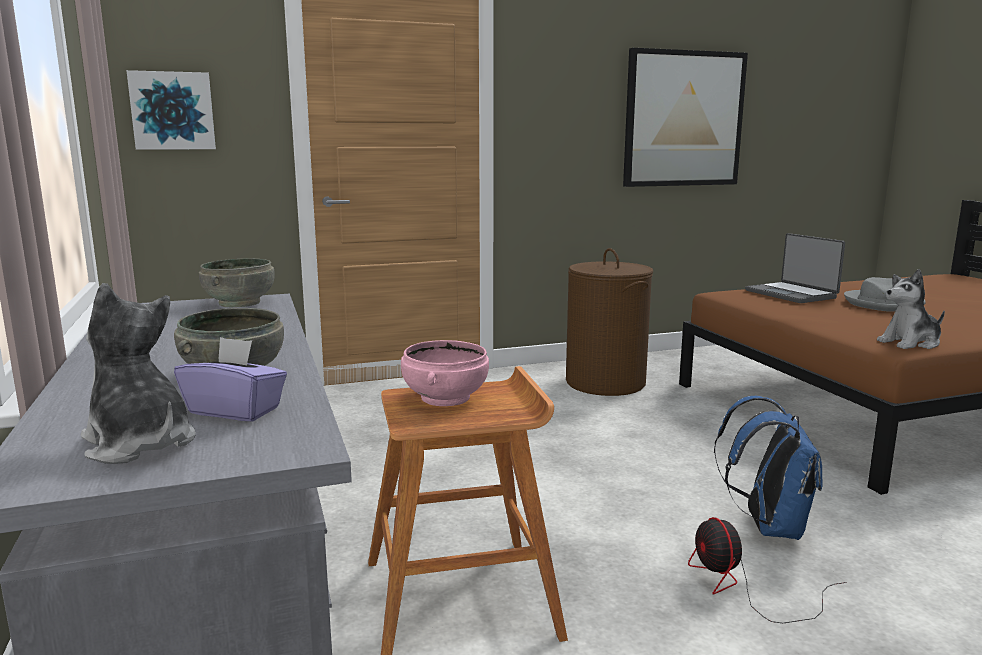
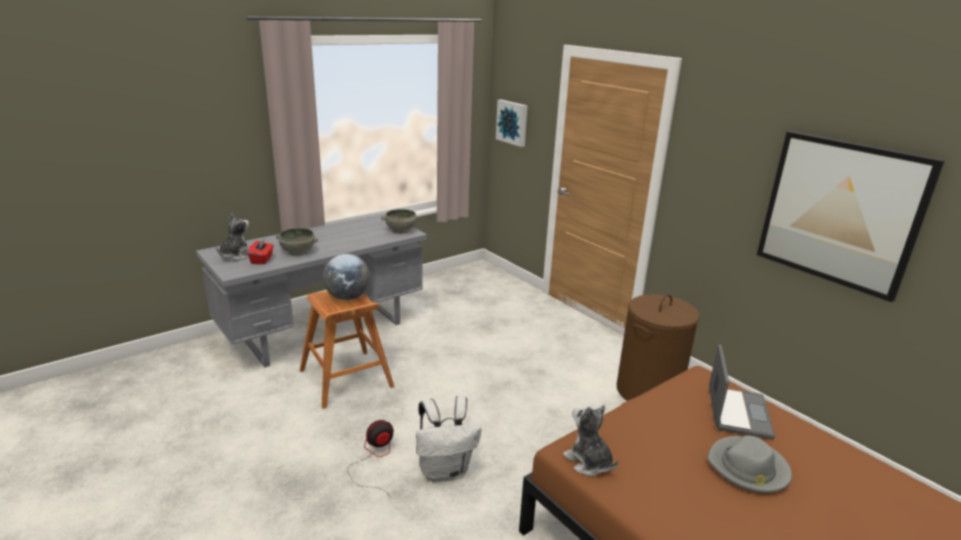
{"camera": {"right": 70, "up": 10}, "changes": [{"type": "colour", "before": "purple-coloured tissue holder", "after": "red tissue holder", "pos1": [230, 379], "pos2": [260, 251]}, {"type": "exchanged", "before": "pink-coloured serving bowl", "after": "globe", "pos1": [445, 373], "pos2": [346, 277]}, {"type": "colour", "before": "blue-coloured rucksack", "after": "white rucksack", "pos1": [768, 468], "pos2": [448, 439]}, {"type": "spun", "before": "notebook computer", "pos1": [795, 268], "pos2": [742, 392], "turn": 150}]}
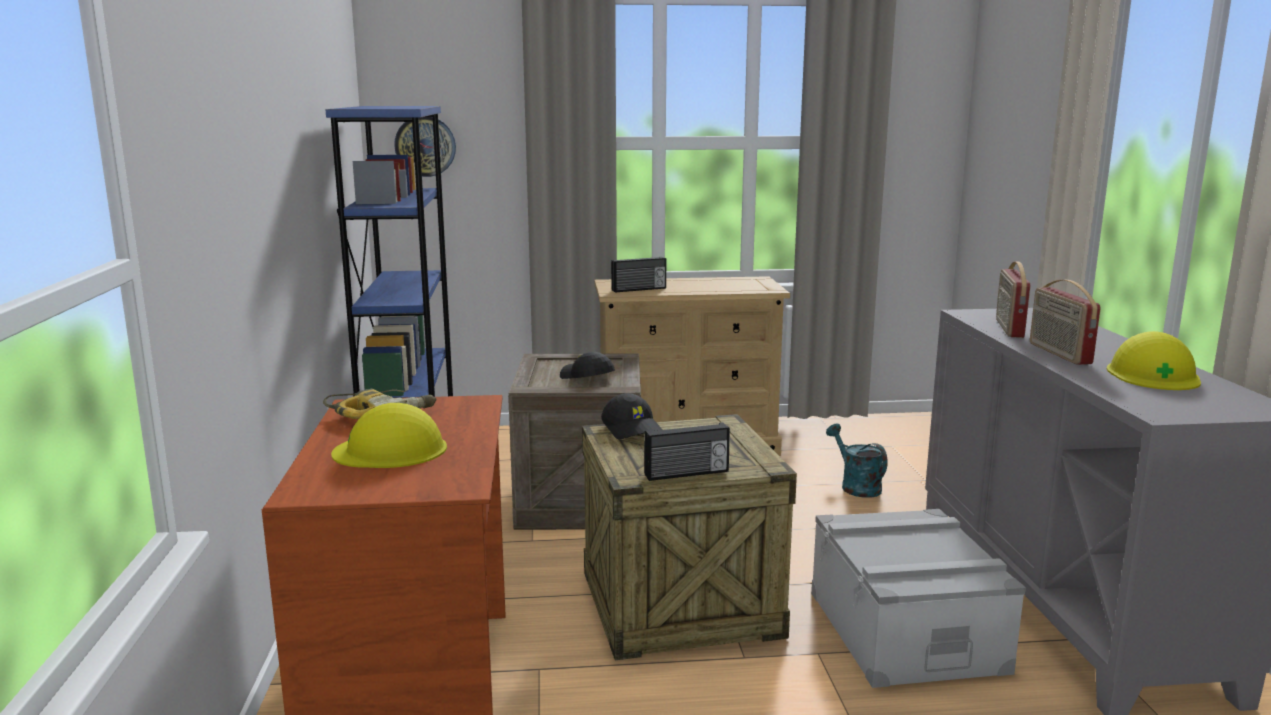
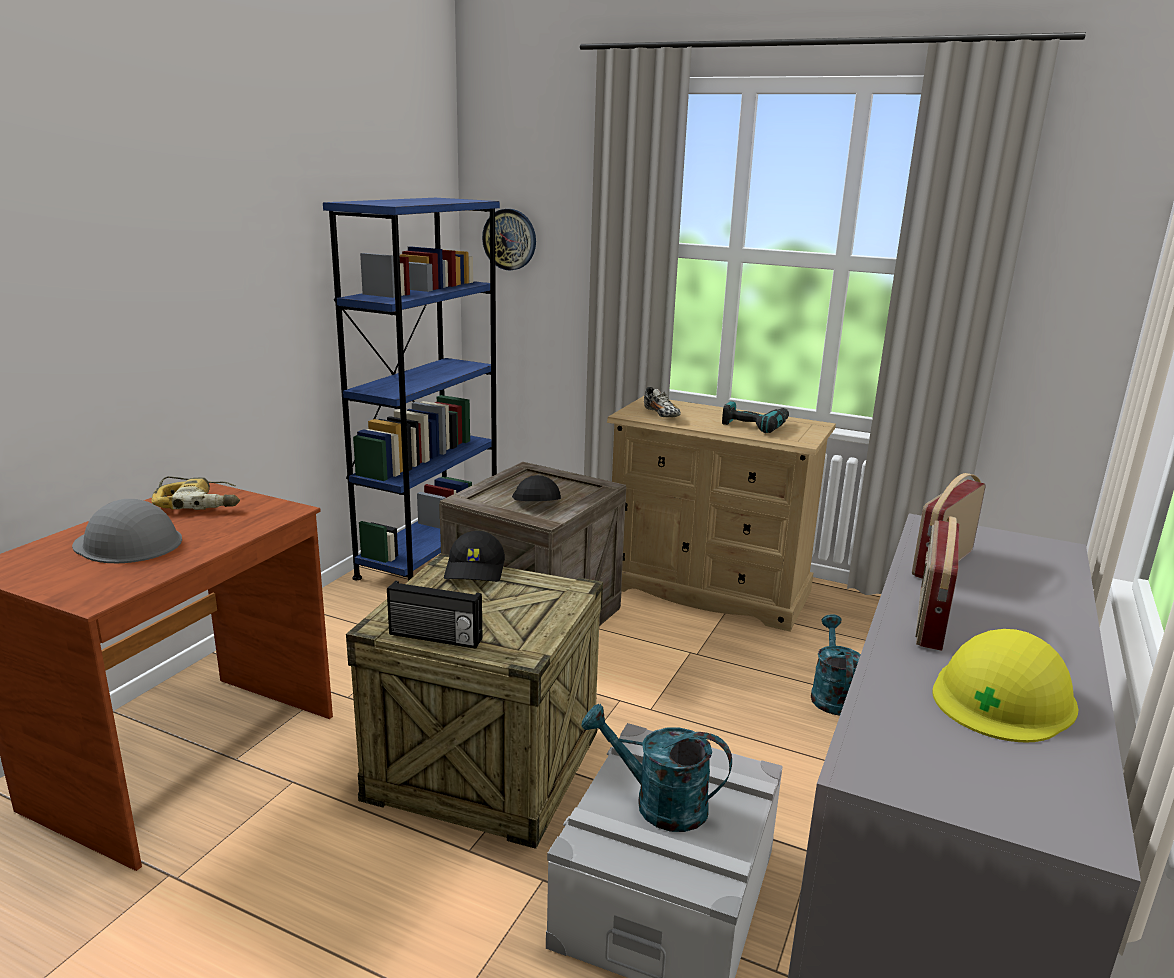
{"camera": {"right": 30, "up": 5}, "changes": [{"type": "colour", "before": "yellowish safety helmet", "after": "grey safety helmet", "pos1": [389, 435], "pos2": [127, 531]}, {"type": "exchanged", "before": "radio receiver", "after": "item of footwear", "pos1": [638, 275], "pos2": [662, 402]}, {"type": "appeared", "after": "turquoise watering can", "pos2": [656, 768]}, {"type": "appeared", "after": "drill", "pos2": [755, 417]}]}
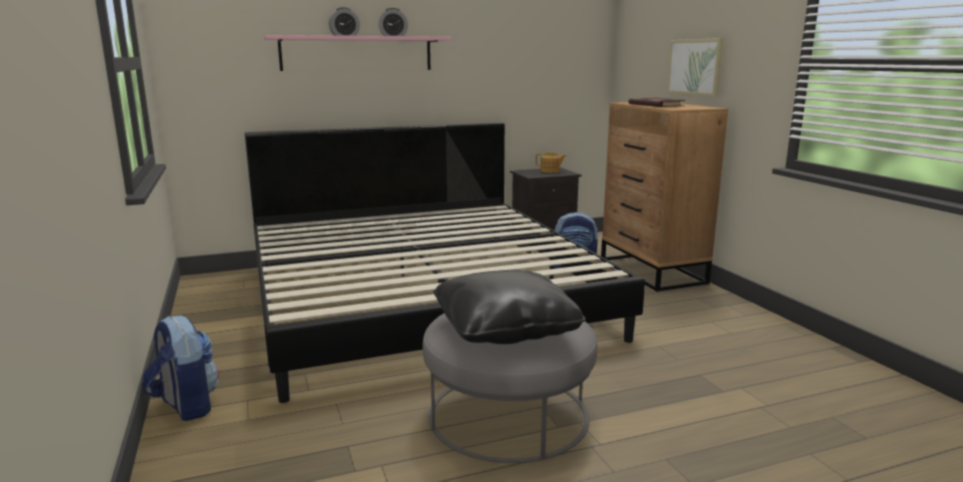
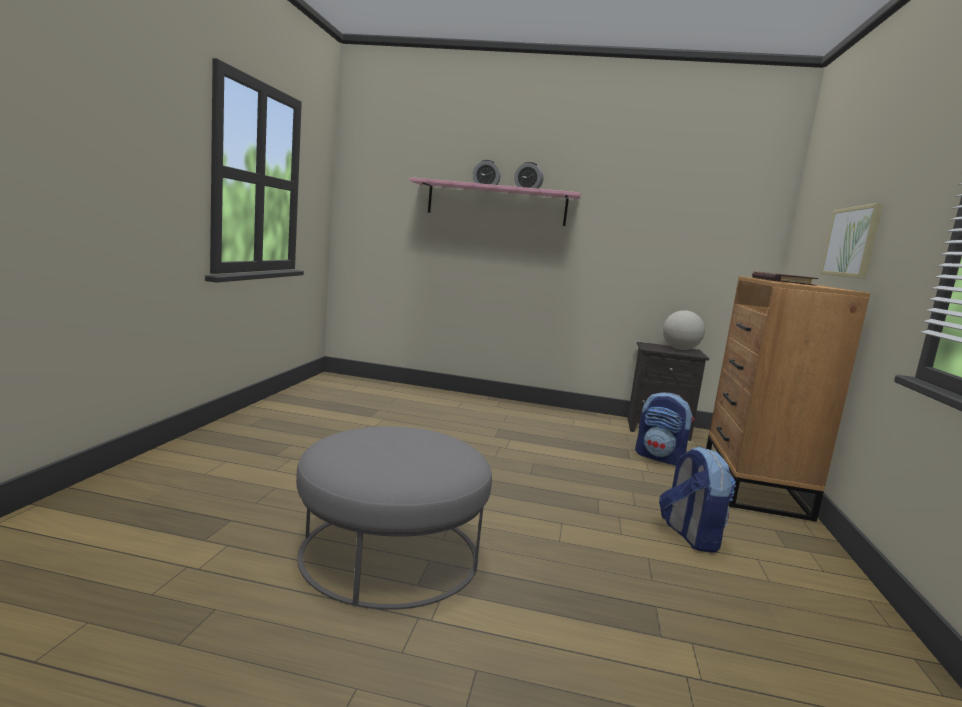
{"camera": {"right": 30, "up": -5}, "changes": [{"type": "relocated", "before": "rucksack", "pos1": [180, 368], "pos2": [697, 499]}, {"type": "missing", "before": "bedroom bed", "pos1": [445, 263]}, {"type": "missing", "before": "black-coloured throw pillow", "pos1": [509, 307]}, {"type": "exchanged", "before": "tea pot", "after": "globe", "pos1": [551, 163], "pos2": [684, 330]}]}
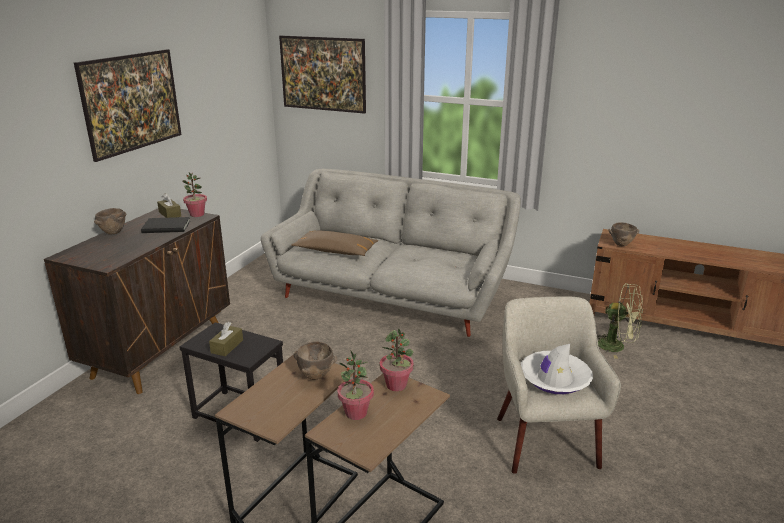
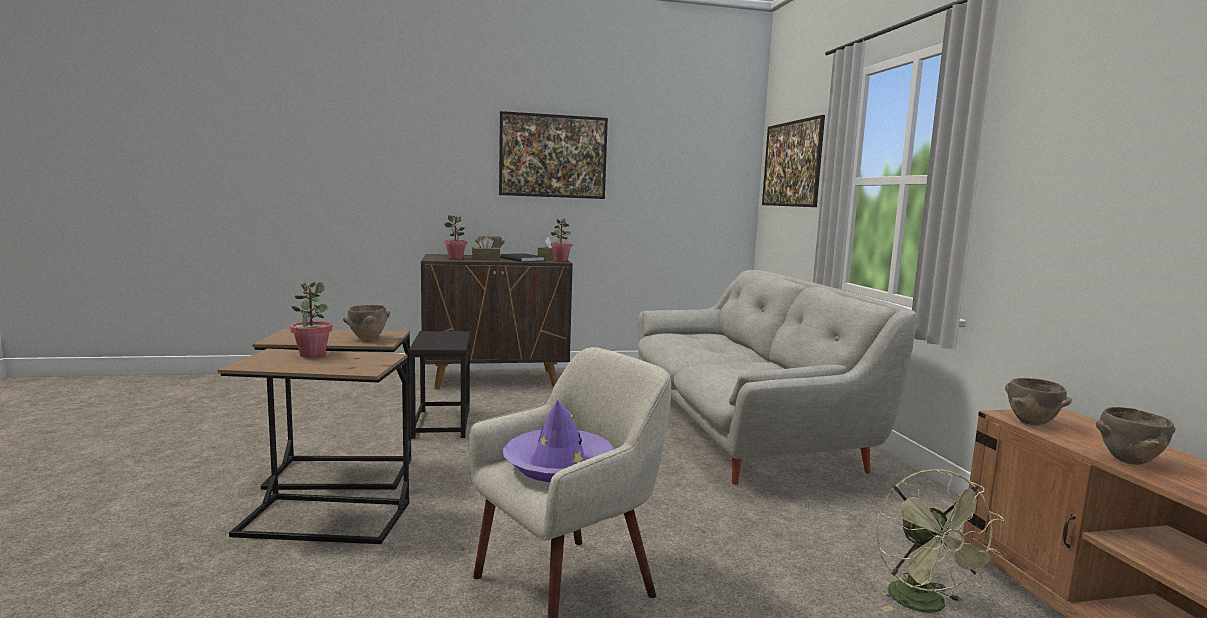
{"camera": {"right": 55, "up": -15}, "changes": [{"type": "relocated", "before": "brownish tissue holder", "pos1": [226, 339], "pos2": [486, 248]}, {"type": "missing", "before": "brownish throw pillow", "pos1": [335, 243]}, {"type": "relocated", "before": "potted plant", "pos1": [397, 359], "pos2": [455, 237]}, {"type": "colour", "before": "white hat", "after": "purple-coloured hat", "pos1": [556, 369], "pos2": [558, 441]}, {"type": "appeared", "after": "brownish serving bowl", "pos2": [1136, 436]}]}
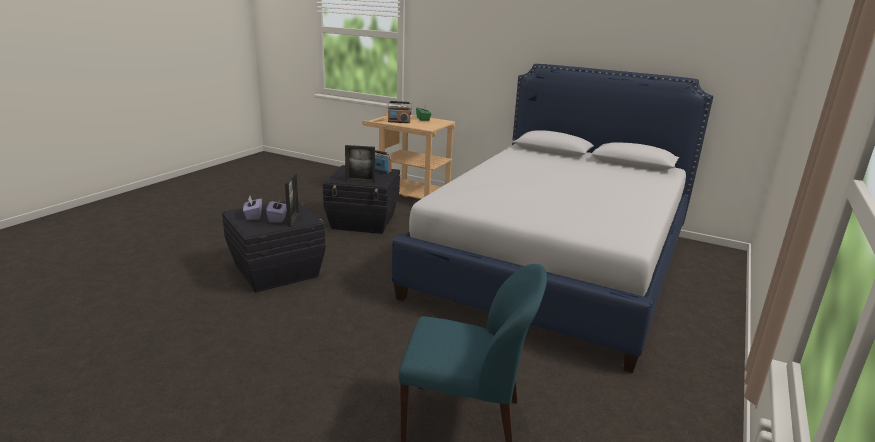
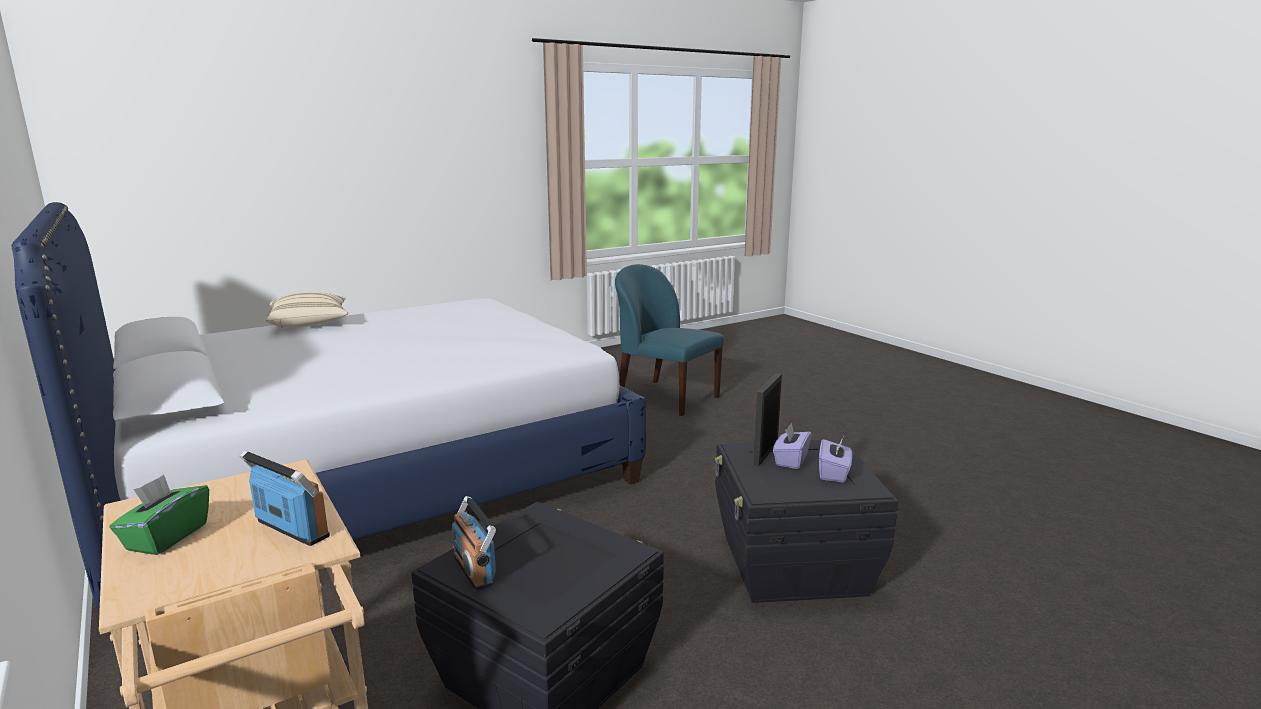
{"camera": {"right": -150, "up": -5}, "changes": [{"type": "missing", "before": "picture frame", "pos1": [360, 164]}, {"type": "appeared", "after": "beige throw pillow", "pos2": [307, 309]}]}
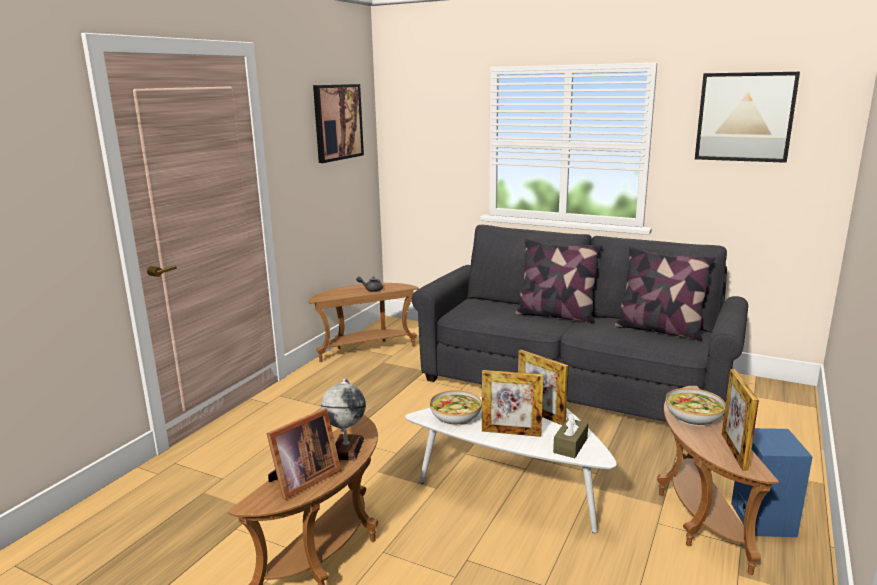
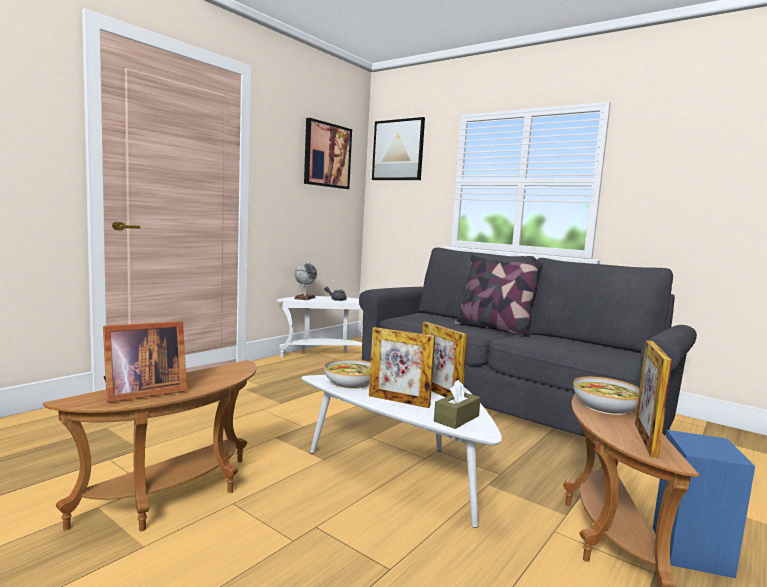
{"camera": {"right": 10, "up": -10}, "changes": [{"type": "colour", "before": "brownish accent table", "after": "white accent table", "pos1": [364, 322], "pos2": [320, 327]}, {"type": "relocated", "before": "globe", "pos1": [343, 419], "pos2": [305, 280]}, {"type": "missing", "before": "throw pillow", "pos1": [664, 293]}, {"type": "relocated", "before": "wall art", "pos1": [747, 117], "pos2": [398, 148]}]}
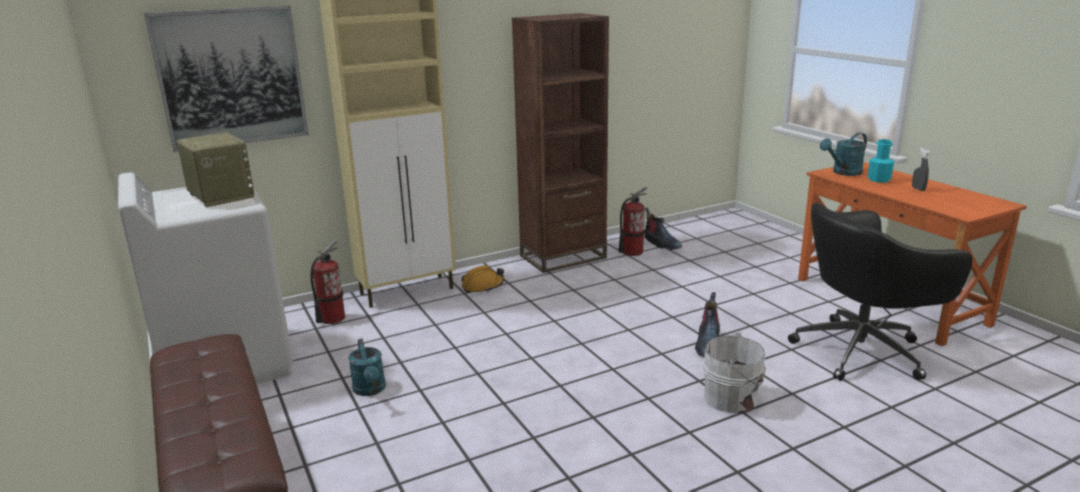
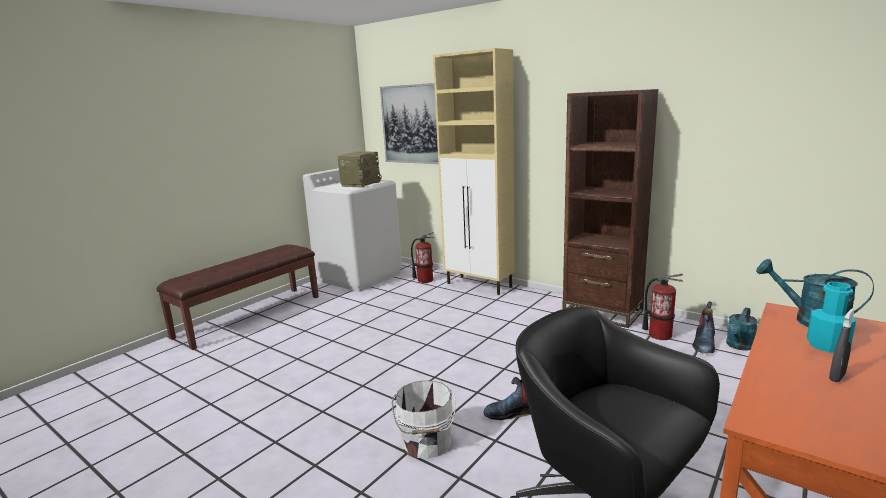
{"camera": {"right": 65, "up": -5}, "changes": [{"type": "relocated", "before": "turquoise watering can", "pos1": [367, 367], "pos2": [742, 329]}, {"type": "missing", "before": "orangey safety helmet", "pos1": [483, 279]}]}
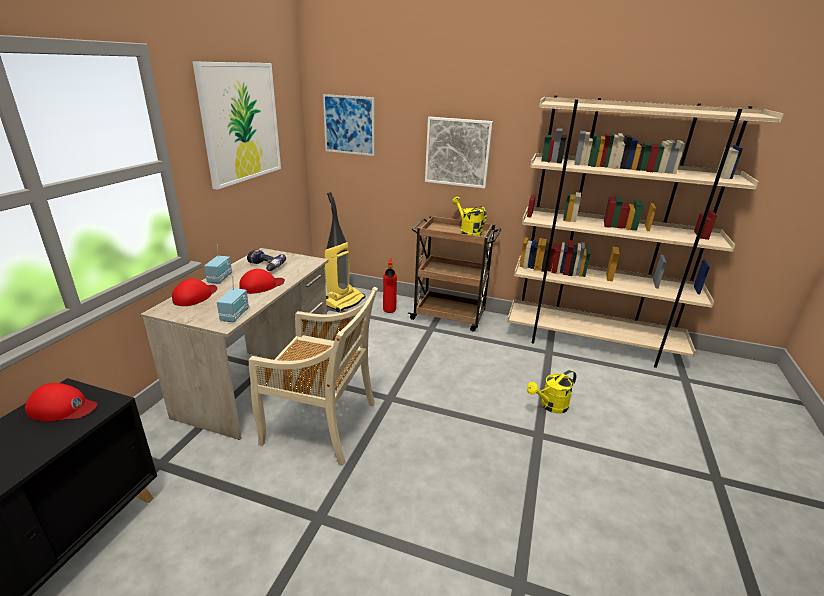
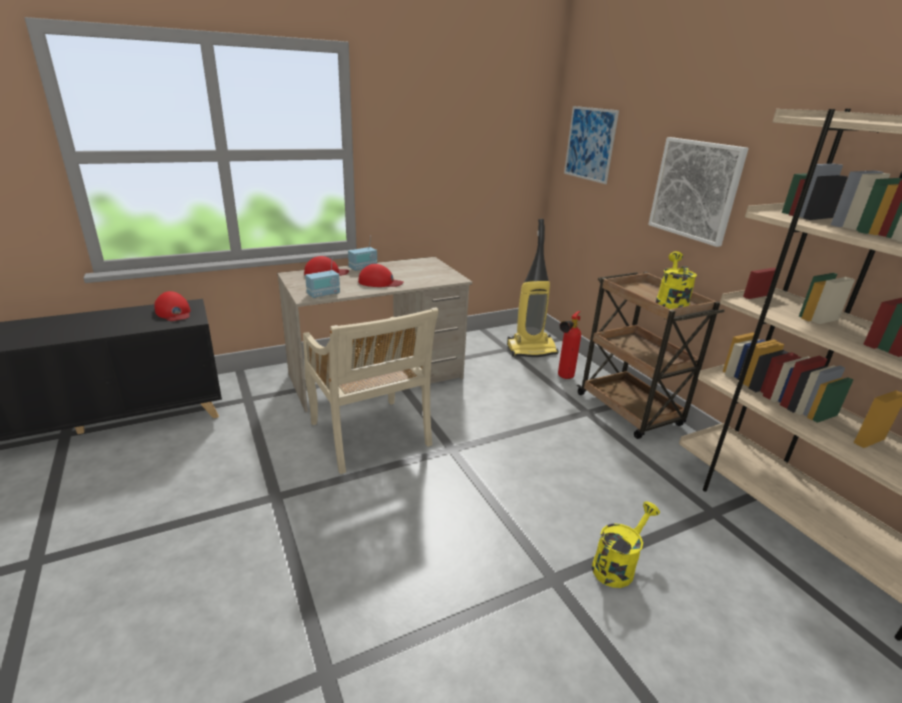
{"camera": {"right": 45, "up": 0}, "changes": [{"type": "missing", "before": "wall art", "pos1": [237, 125]}, {"type": "missing", "before": "drill", "pos1": [266, 260]}, {"type": "spun", "before": "yellowish watering can", "pos1": [551, 392], "pos2": [626, 544], "turn": 120}]}
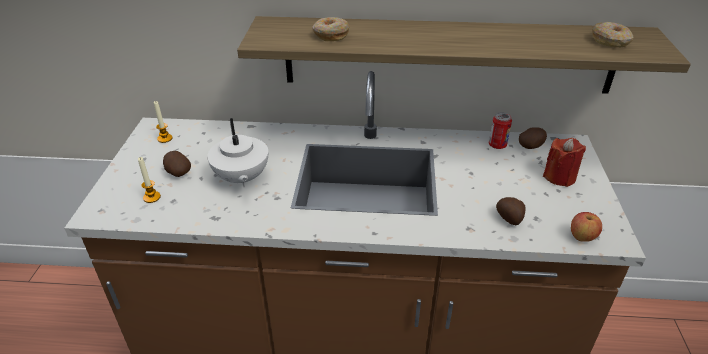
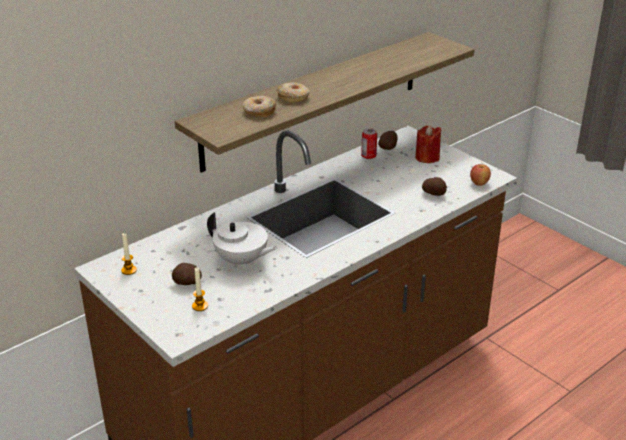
{"camera": {"right": -45, "up": -5}, "changes": [{"type": "relocated", "before": "ring doughnut", "pos1": [612, 34], "pos2": [293, 92]}]}
